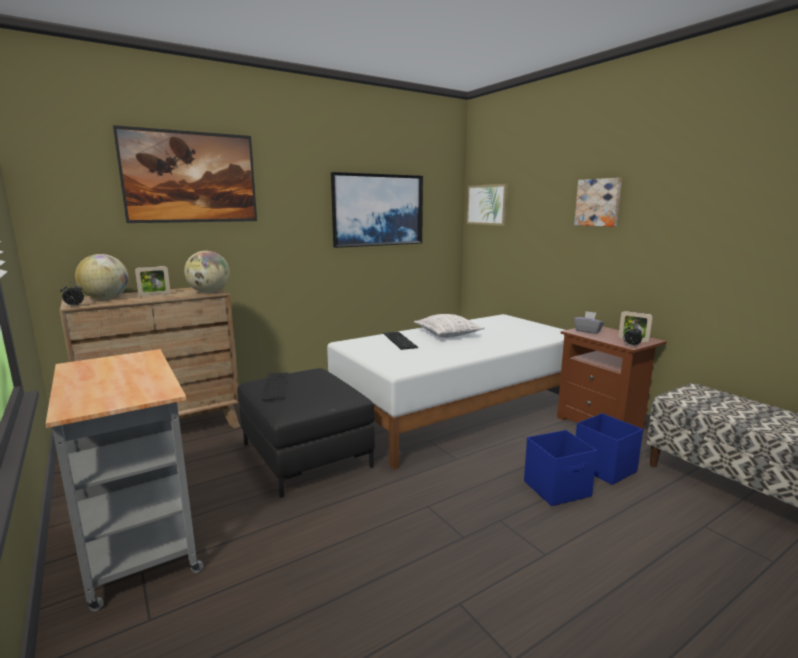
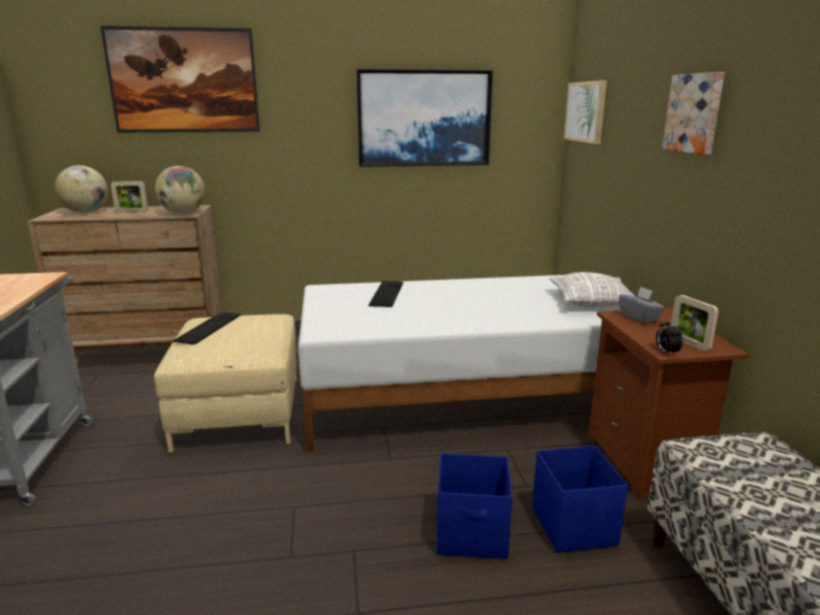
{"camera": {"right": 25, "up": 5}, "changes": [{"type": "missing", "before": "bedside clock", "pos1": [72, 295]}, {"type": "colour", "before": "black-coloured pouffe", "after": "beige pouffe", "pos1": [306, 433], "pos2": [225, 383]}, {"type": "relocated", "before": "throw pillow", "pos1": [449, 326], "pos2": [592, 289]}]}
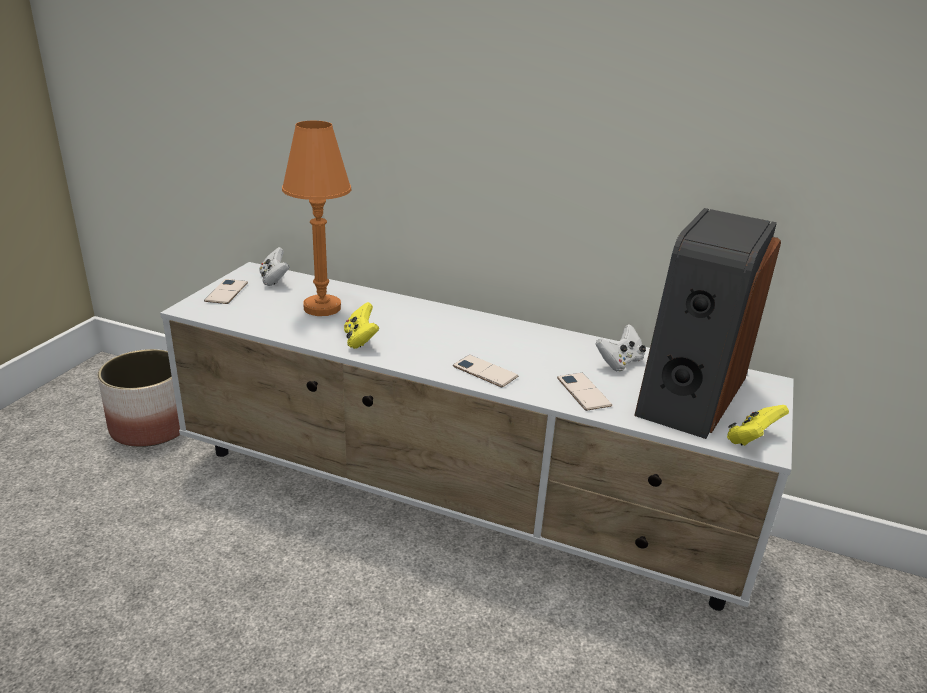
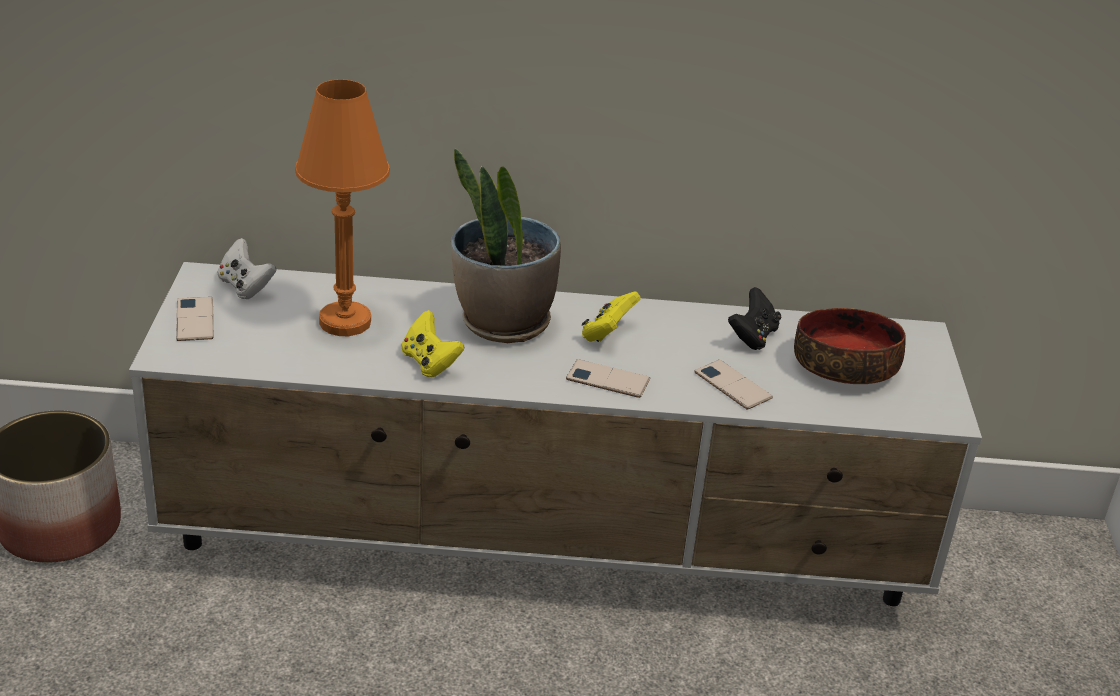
{"camera": {"right": -20, "up": 5}, "changes": [{"type": "colour", "before": "white game controller", "after": "black-coloured game controller", "pos1": [621, 347], "pos2": [754, 318]}, {"type": "exchanged", "before": "loudspeaker", "after": "serving bowl", "pos1": [707, 323], "pos2": [850, 346]}, {"type": "relocated", "before": "yellowish game controller", "pos1": [758, 425], "pos2": [611, 316]}, {"type": "appeared", "after": "potted plant", "pos2": [506, 245]}]}
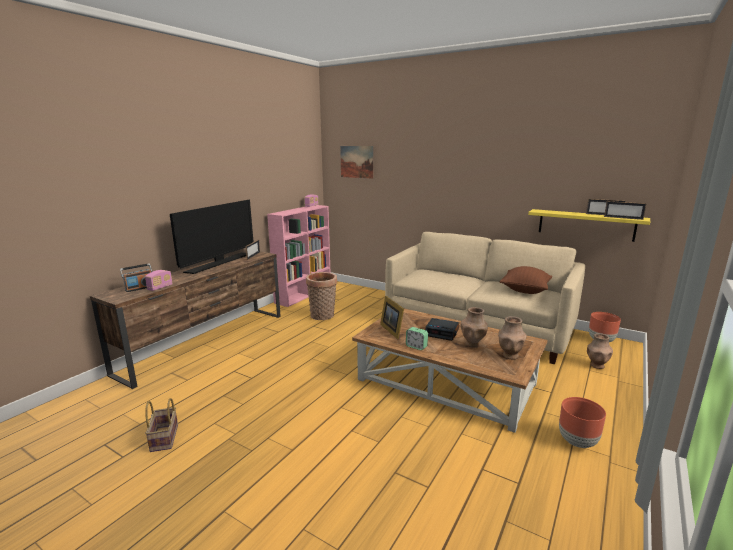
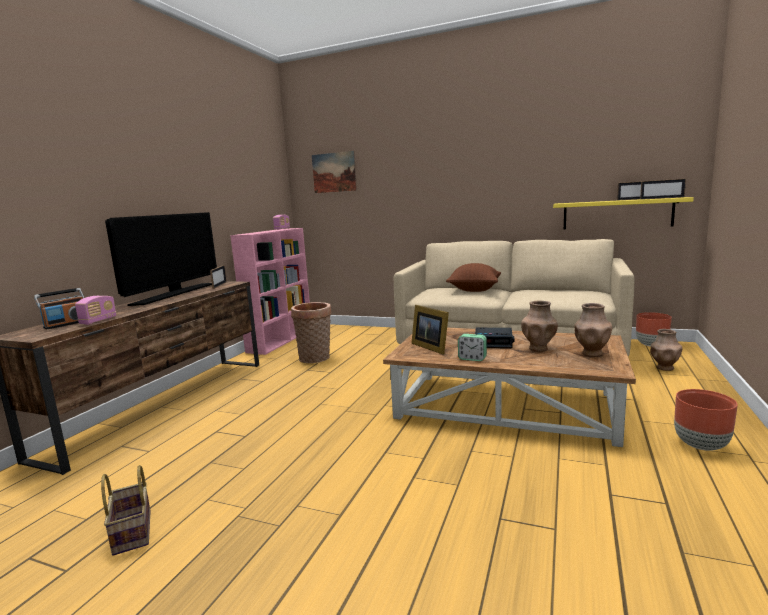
{"camera": {"right": -10, "up": -5}, "changes": [{"type": "relocated", "before": "brownish throw pillow", "pos1": [526, 280], "pos2": [473, 277]}]}
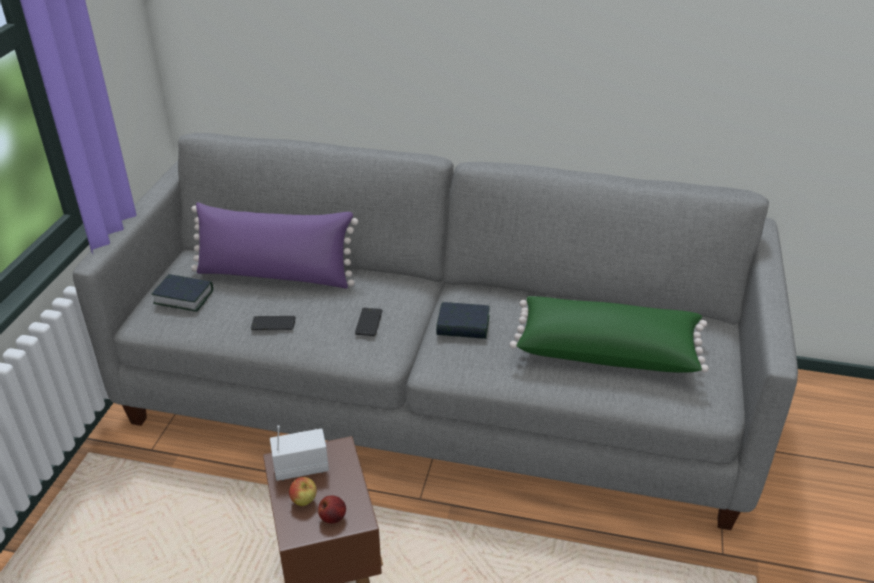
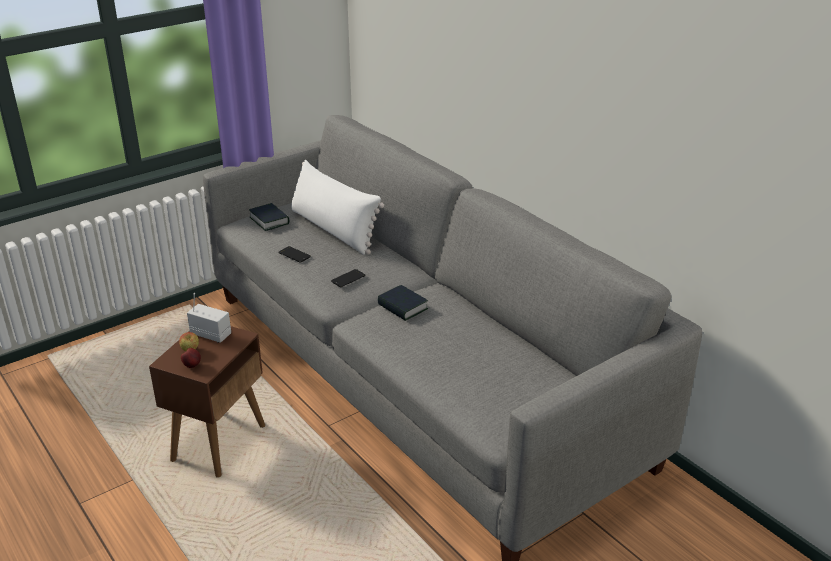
{"camera": {"right": 40, "up": -5}, "changes": [{"type": "colour", "before": "purple-coloured throw pillow", "after": "white throw pillow", "pos1": [274, 245], "pos2": [337, 207]}, {"type": "missing", "before": "green-coloured throw pillow", "pos1": [609, 334]}]}
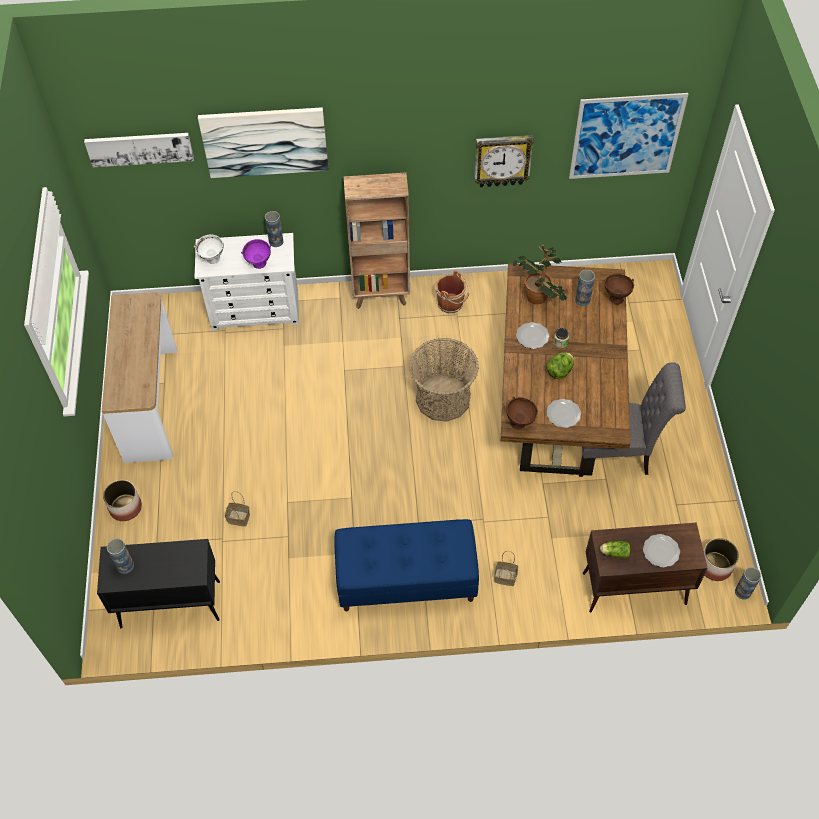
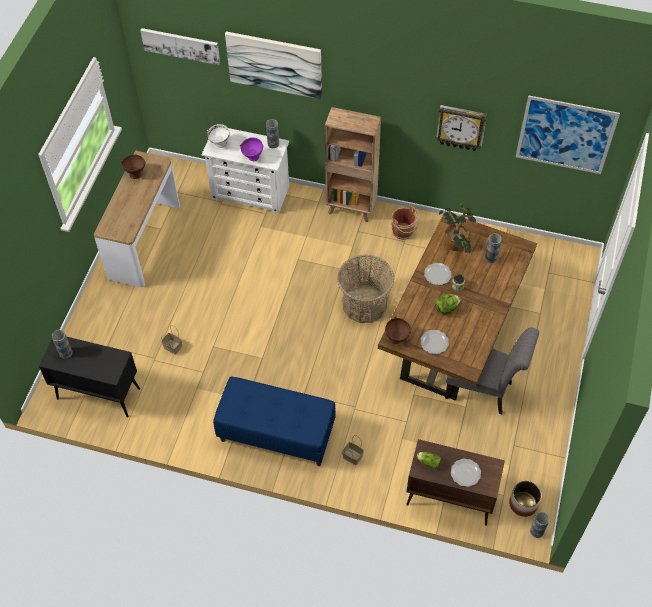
{"camera": {"right": 20, "up": 0}, "changes": [{"type": "missing", "before": "planter", "pos1": [122, 500]}, {"type": "relocated", "before": "brownish serving bowl", "pos1": [619, 289], "pos2": [133, 167]}]}
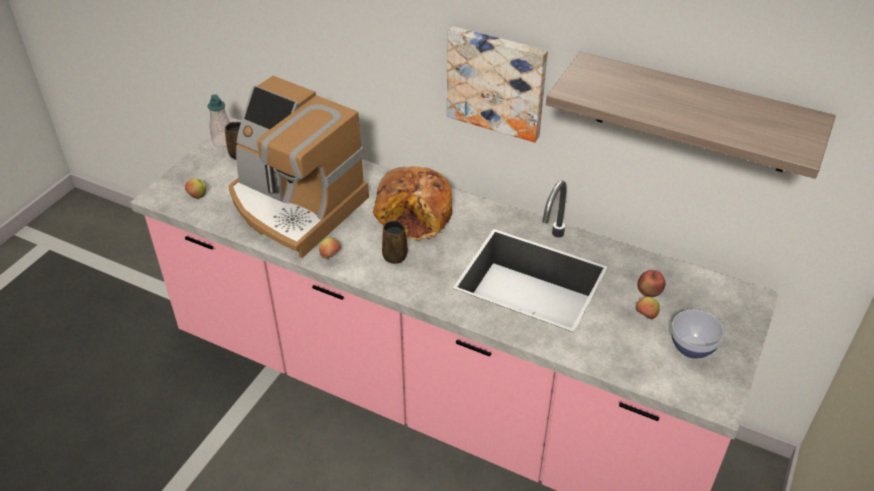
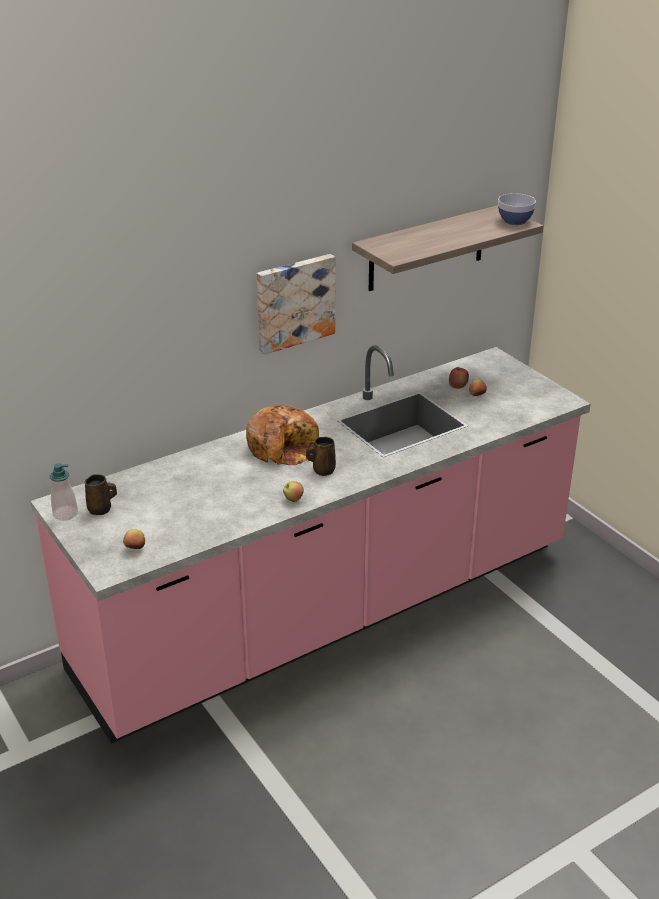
{"camera": {"right": -60, "up": -10}, "changes": [{"type": "missing", "before": "coffee maker", "pos1": [298, 167]}, {"type": "relocated", "before": "serving bowl", "pos1": [697, 334], "pos2": [517, 209]}]}
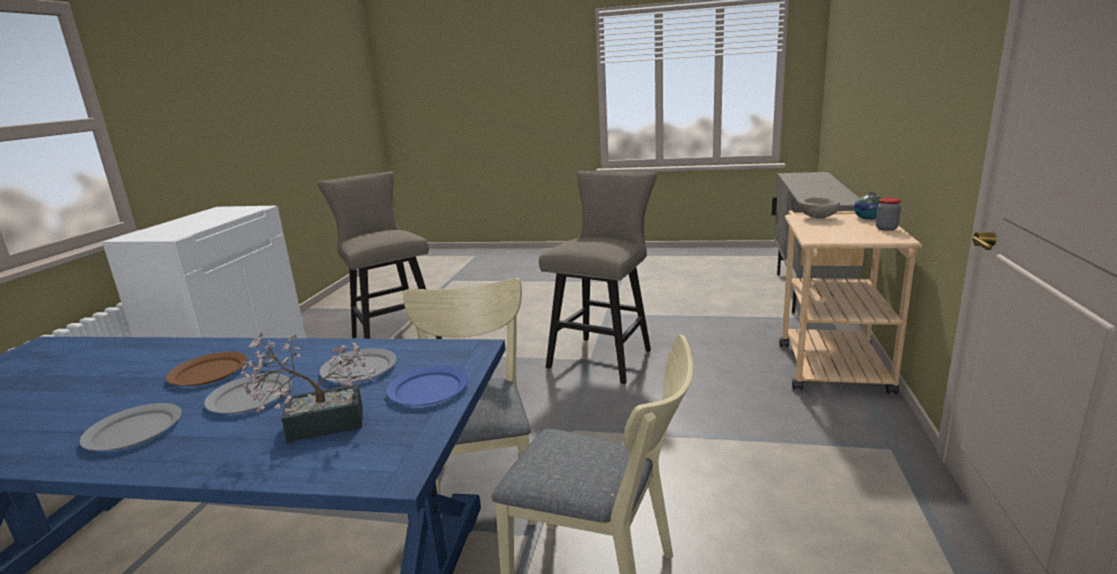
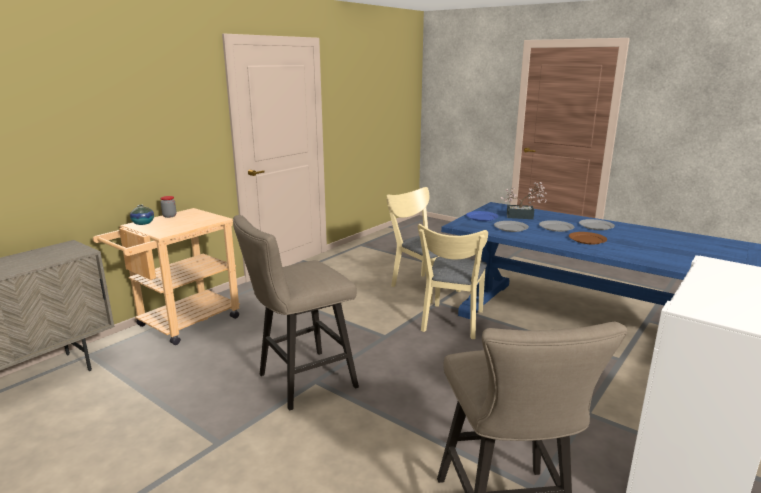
{"camera": {"right": -155, "up": 0}, "changes": [{"type": "missing", "before": "beige serving bowl", "pos1": [820, 208]}]}
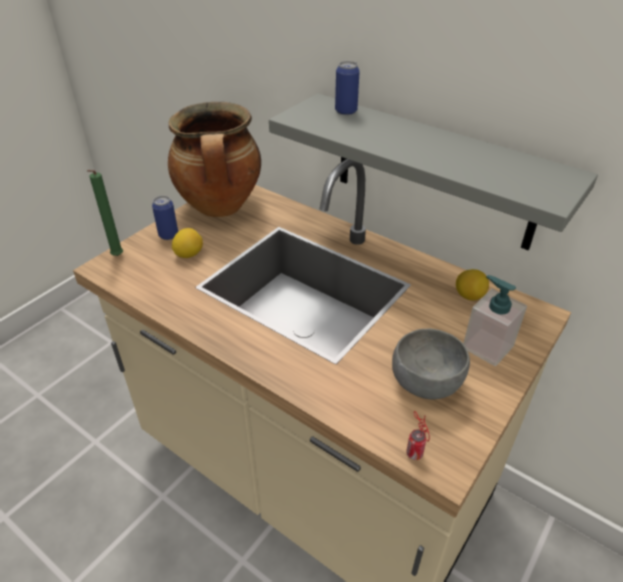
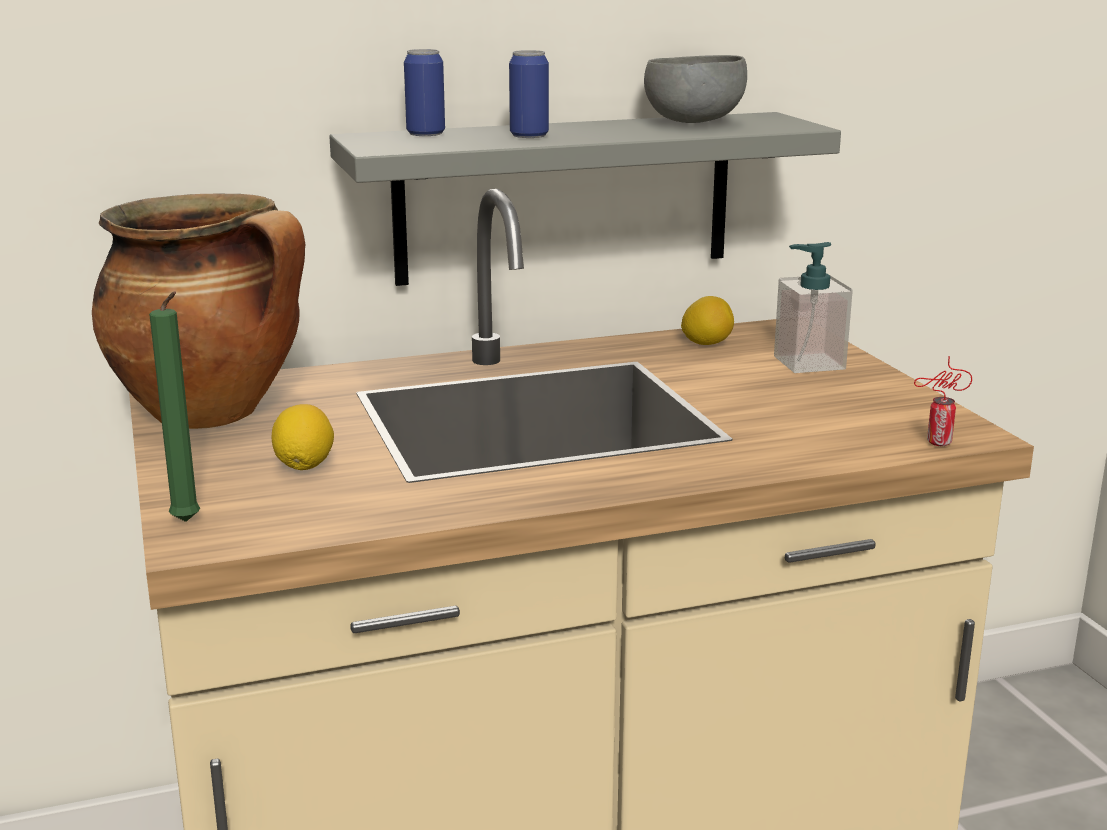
{"camera": {"right": -55, "up": -20}, "changes": [{"type": "relocated", "before": "sealed can", "pos1": [165, 217], "pos2": [529, 94]}, {"type": "relocated", "before": "grey serving bowl", "pos1": [431, 364], "pos2": [695, 89]}]}
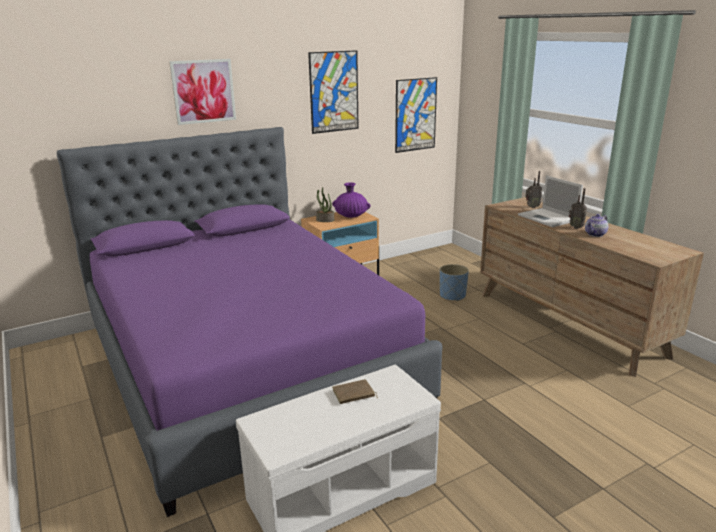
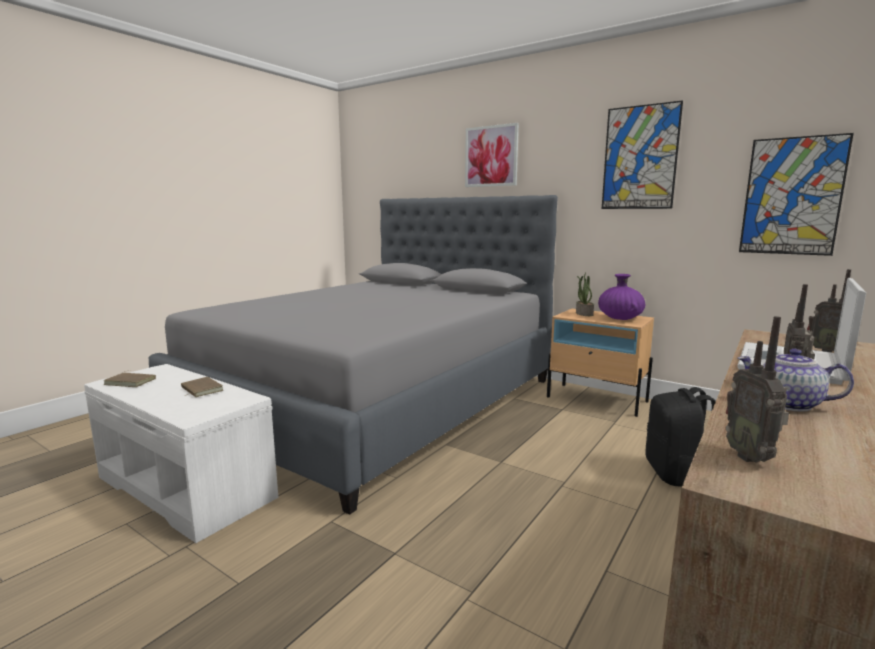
{"camera": {"right": 65, "up": -10}, "changes": [{"type": "colour", "before": "purple-coloured bedroom bed", "after": "grey bedroom bed", "pos1": [249, 322], "pos2": [353, 355]}, {"type": "exchanged", "before": "blue-coloured planter", "after": "black-coloured rucksack", "pos1": [454, 282], "pos2": [680, 437]}, {"type": "appeared", "after": "brownish book", "pos2": [130, 379]}, {"type": "appeared", "after": "radio receiver", "pos2": [757, 389]}]}
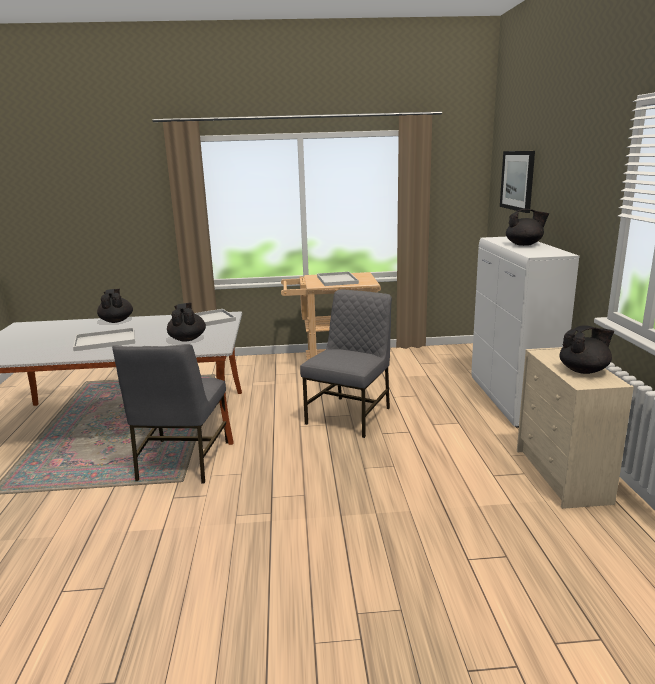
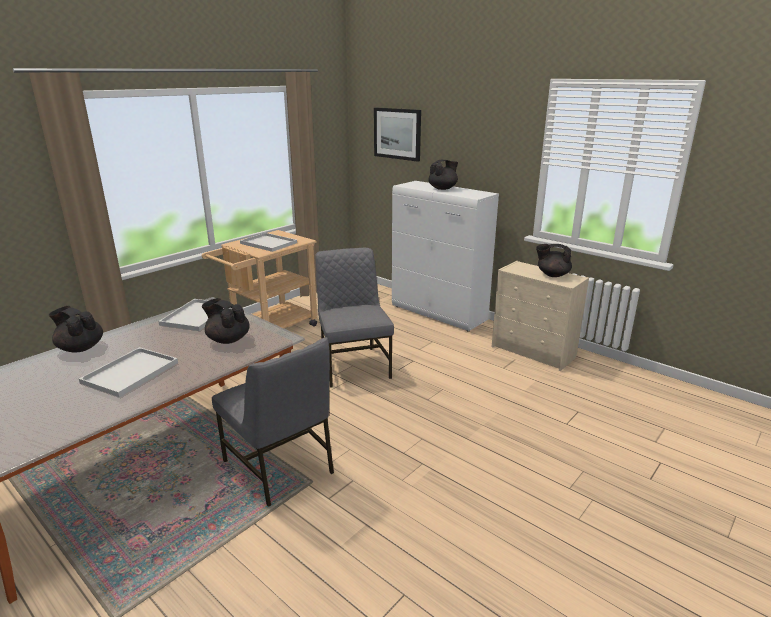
{"camera": {"right": -45, "up": 5}, "changes": [{"type": "spun", "before": "black-coloured tea pot", "pos1": [586, 349], "pos2": [554, 260], "turn": -105}]}
